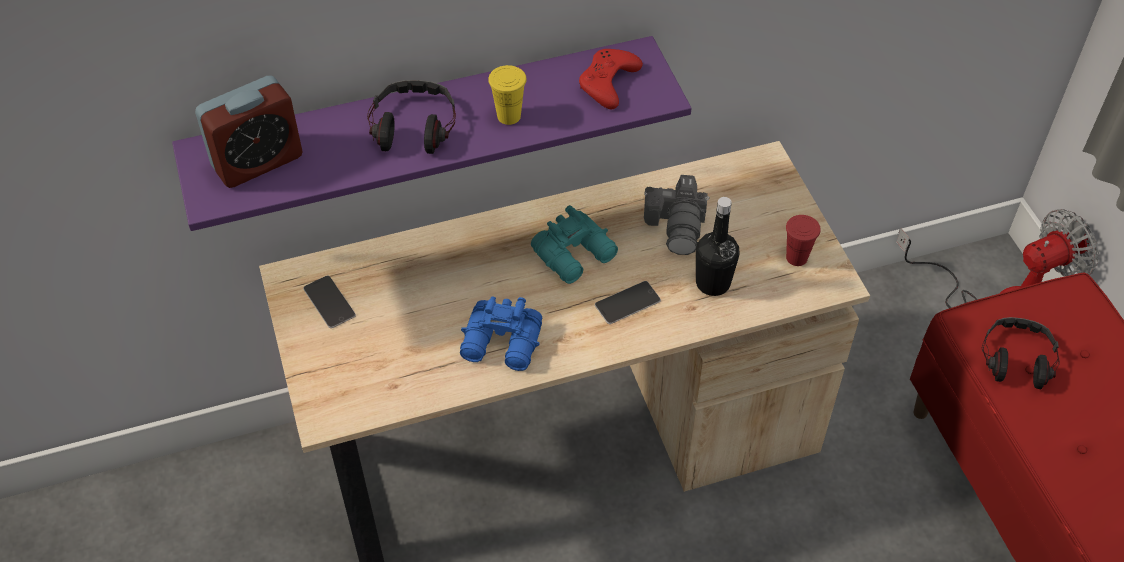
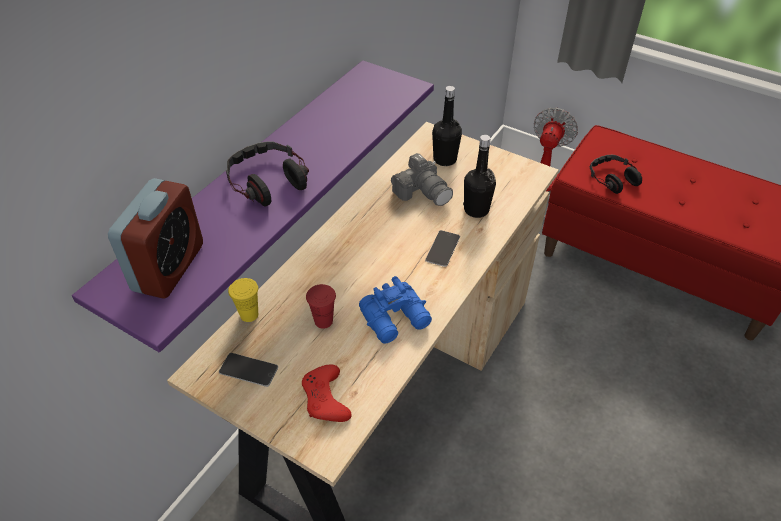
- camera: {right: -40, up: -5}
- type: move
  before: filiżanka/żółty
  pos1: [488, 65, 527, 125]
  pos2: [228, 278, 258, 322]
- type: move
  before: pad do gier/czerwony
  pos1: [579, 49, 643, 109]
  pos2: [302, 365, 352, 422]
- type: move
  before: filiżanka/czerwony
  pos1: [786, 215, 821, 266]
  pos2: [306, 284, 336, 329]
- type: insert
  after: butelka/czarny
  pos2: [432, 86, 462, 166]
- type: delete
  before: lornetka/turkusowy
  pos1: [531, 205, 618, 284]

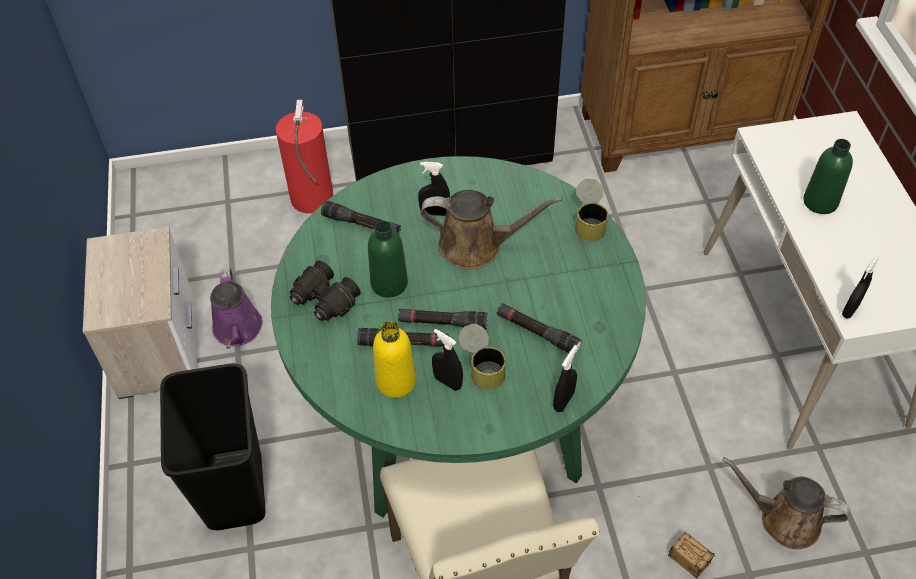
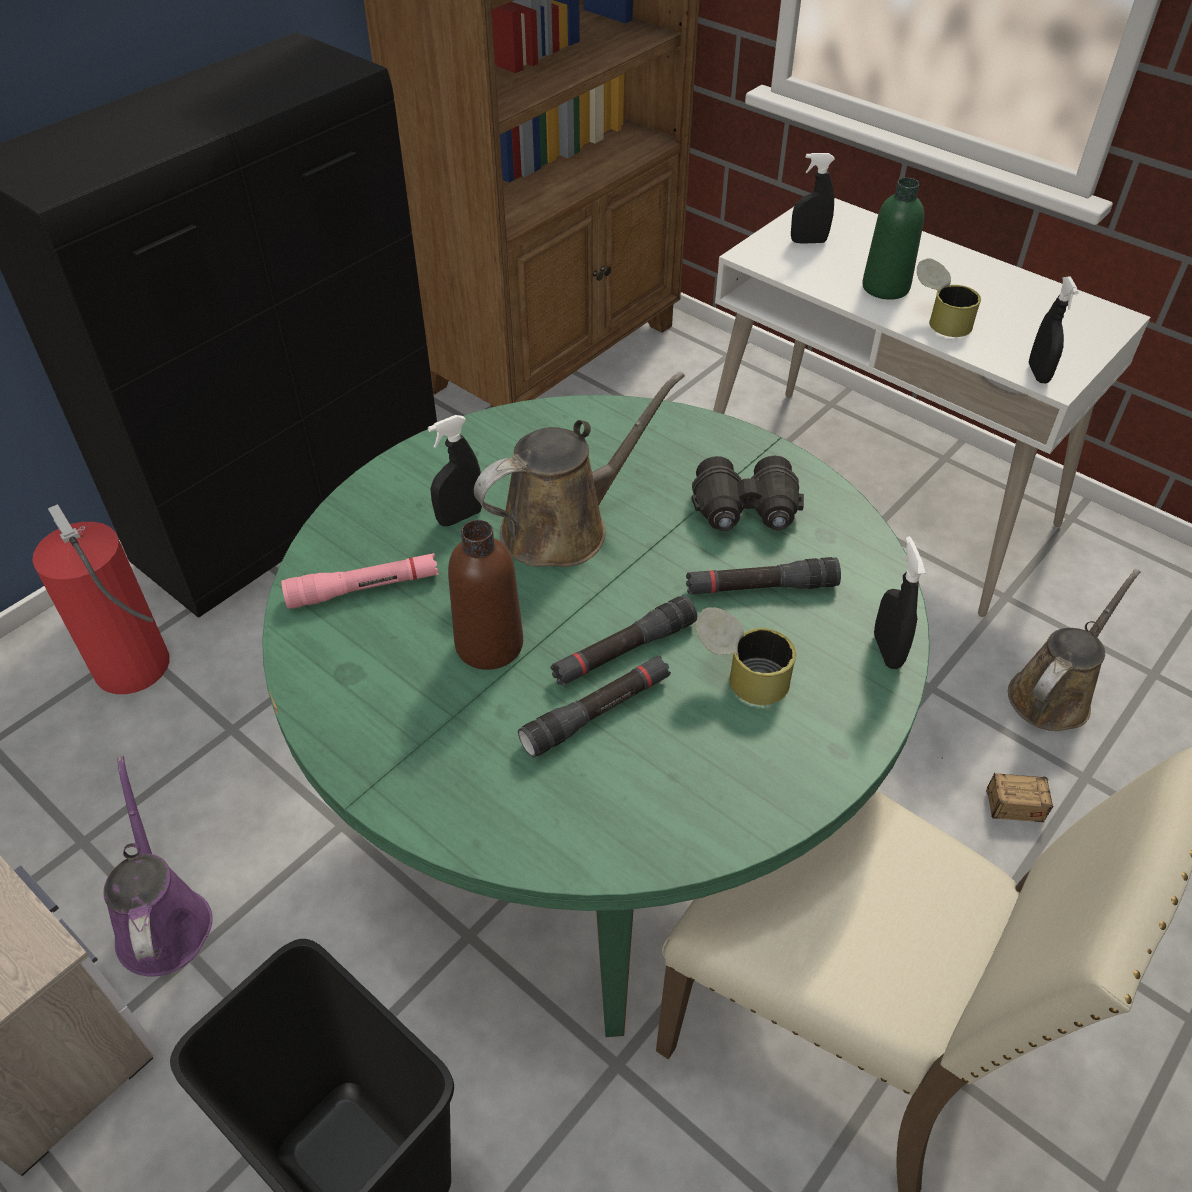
- camera: {right: -40, up: -5}
- type: rotate
  before: konewka/fioletowy
  pos1: [210, 268, 263, 349]
  pos2: [103, 756, 213, 977]
  turn: -150
- type: recolor
  before: latarka/czarny
  after: latarka/różowy
  pos1: [321, 201, 401, 234]
  pos2: [281, 553, 439, 609]
- type: recolor
  before: butelka/zielony
  after: butelka/brązowy
  pos1: [368, 221, 408, 298]
  pos2: [448, 520, 523, 670]
- type: move
  before: lornetka/czarny
  pos1: [290, 260, 360, 321]
  pos2: [692, 456, 804, 531]
- type: move
  before: spryskiwacz/czarny
  pos1: [432, 329, 463, 391]
  pos2: [791, 153, 835, 244]
- type: move
  before: puszka
  pos1: [575, 179, 609, 242]
  pos2: [917, 258, 981, 337]
- type: rotate
  before: konewka/brązowy
  pos1: [723, 457, 850, 549]
  pos2: [1008, 569, 1141, 731]
  turn: 150
- type: delete
  before: butelka/żółty
  pos1: [373, 321, 416, 398]

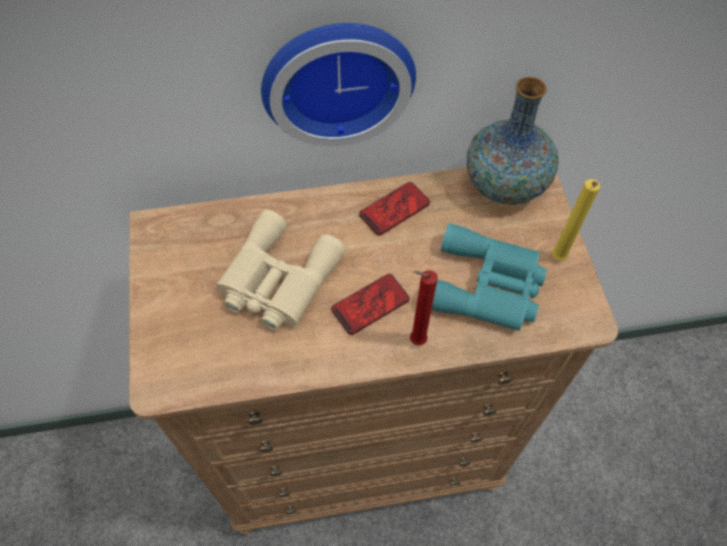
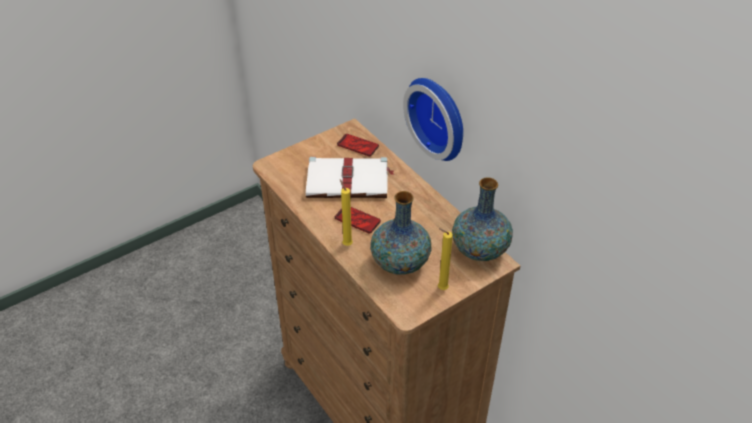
- camera: {right: 65, up: -15}
- type: replace
  before: lornetka/beżowy
  after: książka/biały
  pos1: [216, 210, 346, 330]
  pos2: [306, 157, 394, 198]
- type: move
  before: telefon
  pos1: [359, 182, 430, 236]
  pos2: [337, 134, 379, 156]
- type: recolor
  before: świeca/czerwony
  after: świeca/żółty
  pos1: [410, 270, 438, 345]
  pos2: [340, 179, 353, 246]
- type: replace
  before: lornetka/turkusowy
  after: wazon
  pos1: [432, 223, 547, 331]
  pos2: [371, 191, 431, 275]

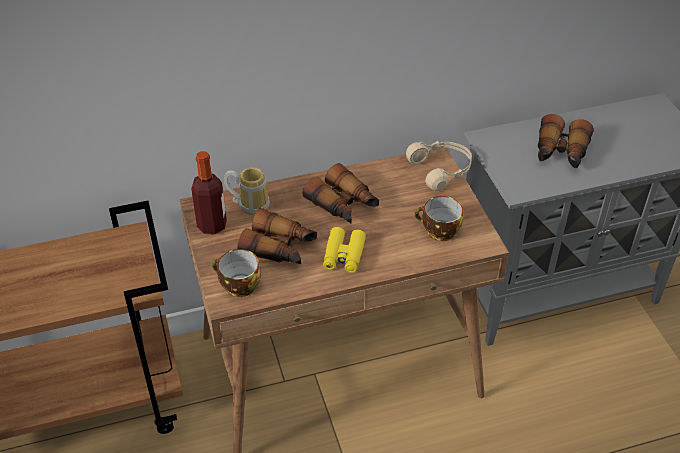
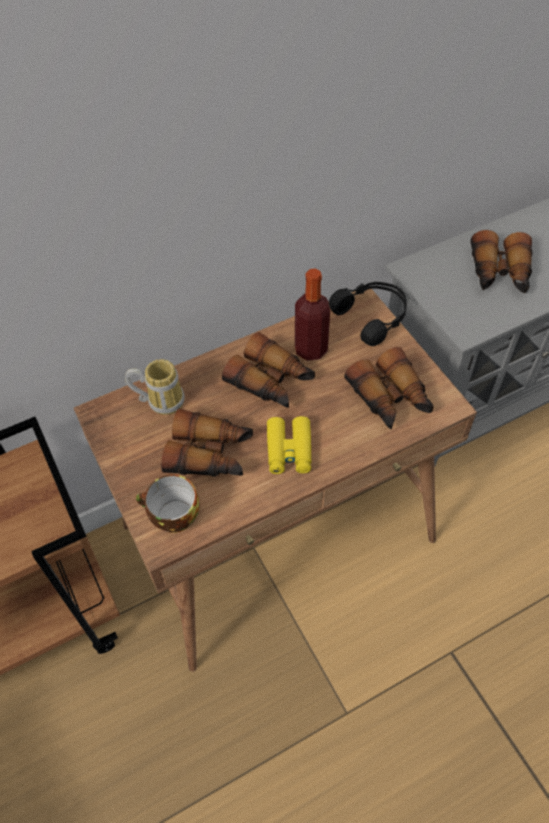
- camera: {right: -10, up: 10}
- type: move
  before: butelka
  pos1: [191, 151, 227, 235]
  pos2: [295, 268, 330, 361]
- type: recolor
  before: słuchawki/beżowy
  after: słuchawki/czarny
  pos1: [406, 141, 472, 191]
  pos2: [329, 282, 407, 346]
- type: replace
  before: filiżanka
  after: lornetka
  pos1: [414, 196, 463, 241]
  pos2: [344, 347, 433, 429]

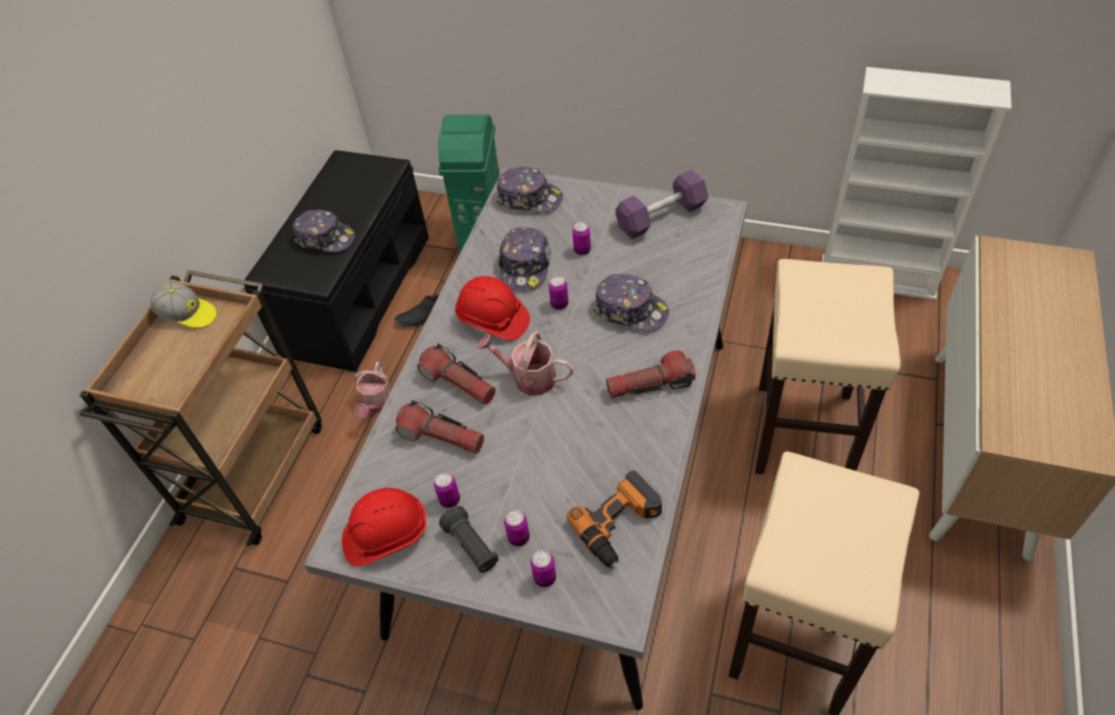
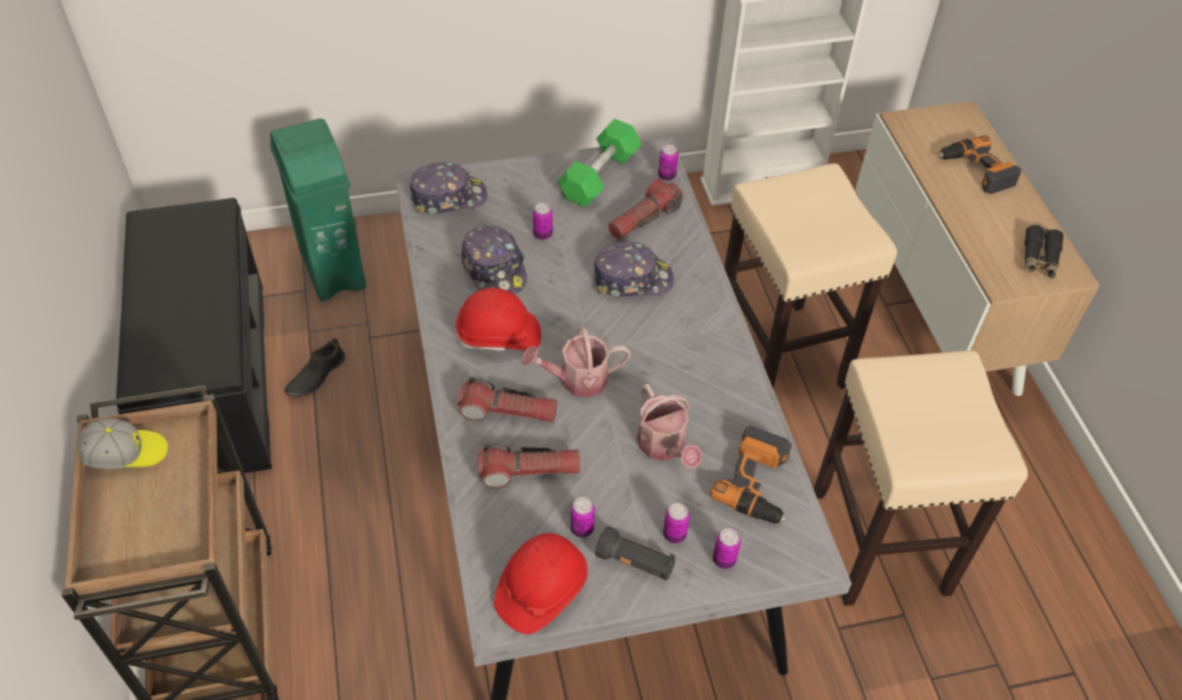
- camera: {right: -35, up: 0}
- type: recolor
  before: hantel/fioletowy
  after: hantel/zielony
  pos1: [616, 169, 708, 239]
  pos2: [557, 119, 642, 208]
- type: move
  before: latarka
  pos1: [606, 350, 695, 398]
  pos2: [608, 179, 683, 239]
- type: move
  before: konewka
  pos1: [354, 362, 391, 419]
  pos2: [637, 384, 702, 468]
- type: move
  before: puszka
  pos1: [549, 276, 569, 310]
  pos2: [658, 145, 678, 181]
- type: insert
  after: wiertarka
  pos2: [938, 135, 1022, 194]
- type: insert
  after: lornetka/czarny
  pos2: [1025, 225, 1064, 279]
- type: delete
  before: czapka z daszkiem
  pos1: [293, 209, 355, 252]

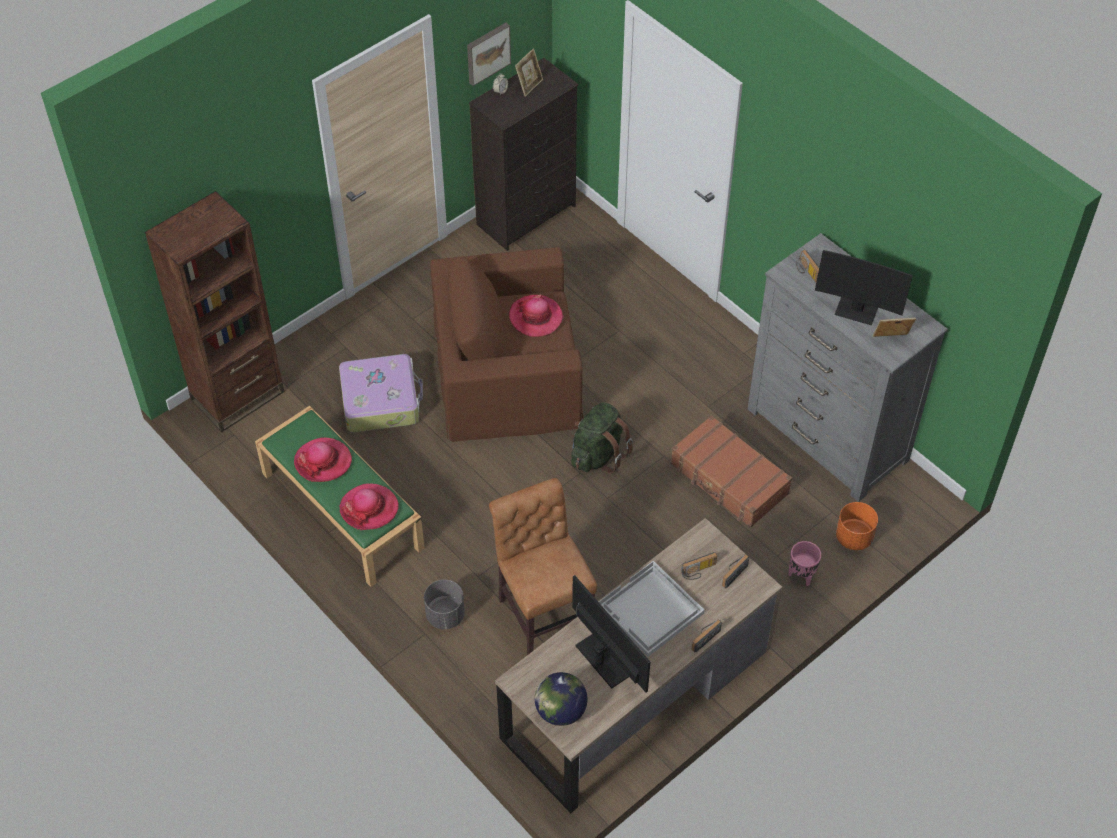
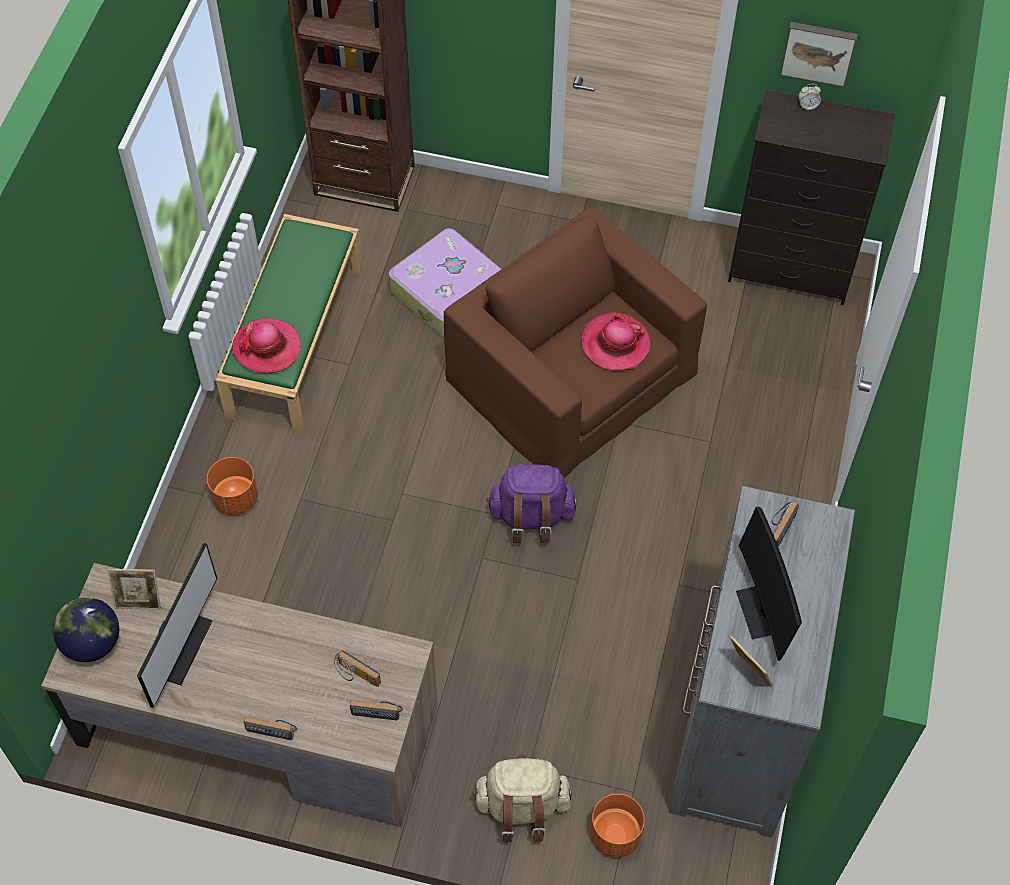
- camera: {right: 55, up: 5}
- type: move
  before: ramka na zdjęcie
  pos1: [515, 49, 543, 97]
  pos2: [108, 569, 161, 609]
- type: recolor
  before: donica/szary
  after: donica/pomarańczowy
  pos1: [424, 580, 465, 629]
  pos2: [207, 457, 258, 515]
- type: replace
  before: donica/różowy
  after: plecak/beżowy
  pos1: [788, 541, 821, 586]
  pos2: [472, 753, 572, 842]
- type: recolor
  before: plecak/zielony
  after: plecak/fioletowy
  pos1: [571, 402, 633, 473]
  pos2: [486, 464, 577, 543]
- type: delete
  before: kapelusz
  pos1: [294, 437, 352, 482]
- type: delete
  before: krzesło/brązowy
  pos1: [489, 478, 597, 655]
- type: delete
  before: taca/biały
  pos1: [599, 561, 704, 657]
- type: delete
  before: walizka/brązowy
  pos1: [671, 415, 792, 528]

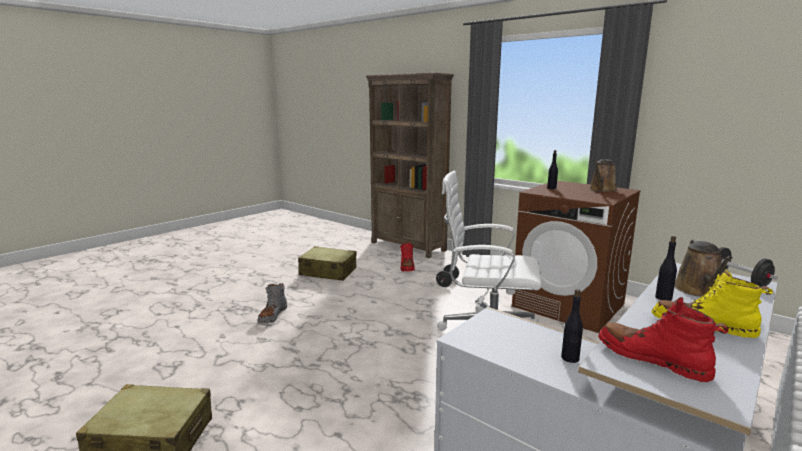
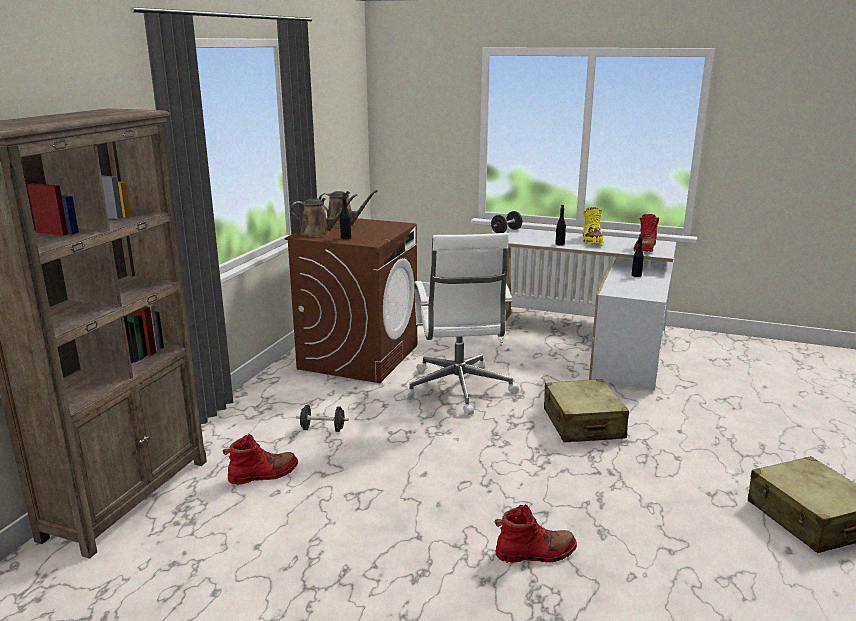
- camera: {right: -110, up: 5}
- type: move
  before: konewka/brązowy
  pos1: [674, 240, 733, 297]
  pos2: [290, 194, 357, 237]
- type: recolor
  before: but z cholewką/szary
  after: but z cholewką/czerwony
  pos1: [258, 283, 287, 323]
  pos2: [494, 504, 577, 563]
- type: move
  before: walizka/beżowy
  pos1: [298, 246, 357, 281]
  pos2: [544, 379, 629, 442]

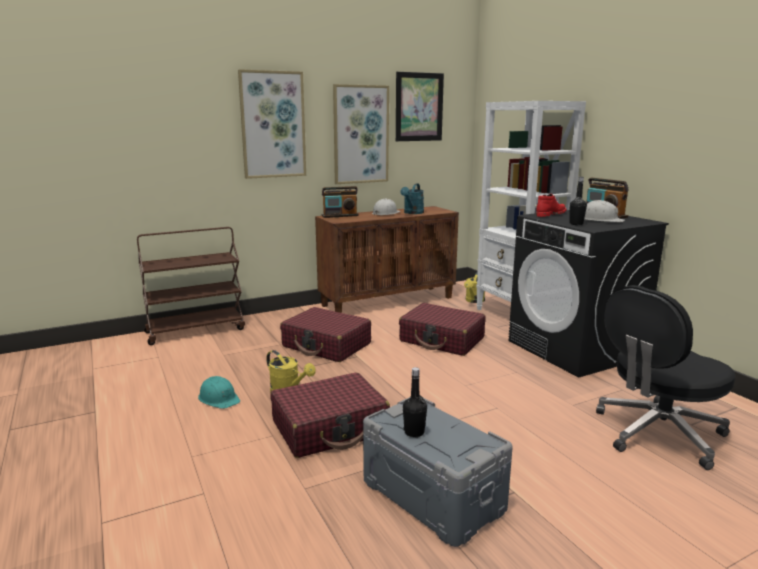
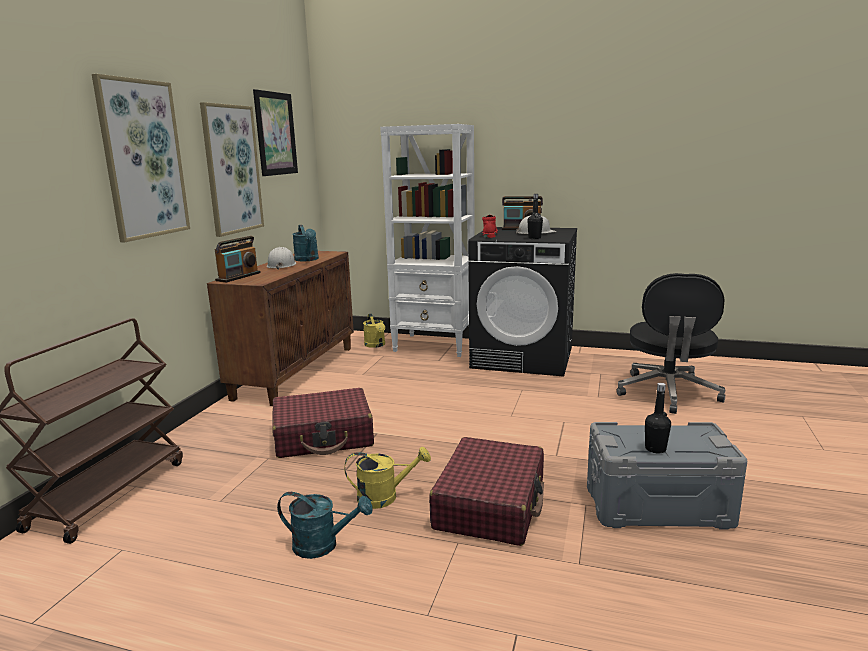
- camera: {right: -45, up: 0}
- type: replace
  before: kask/turkusowy
  after: konewka/turkusowy
  pos1: [198, 376, 240, 409]
  pos2: [277, 492, 373, 559]
- type: delete
  before: walizka/czerwony
  pos1: [399, 303, 486, 356]

